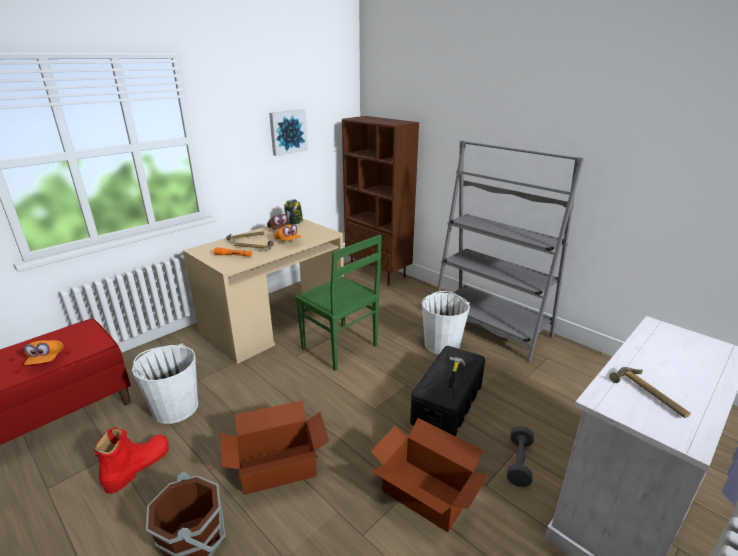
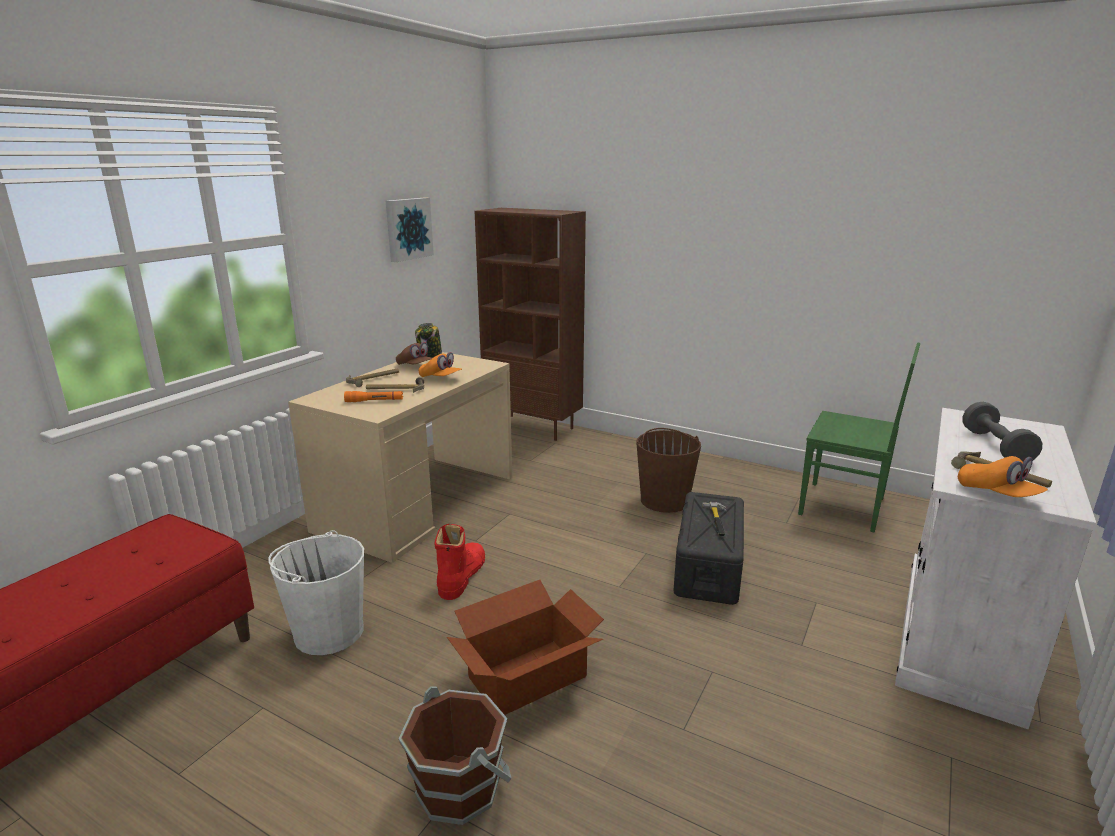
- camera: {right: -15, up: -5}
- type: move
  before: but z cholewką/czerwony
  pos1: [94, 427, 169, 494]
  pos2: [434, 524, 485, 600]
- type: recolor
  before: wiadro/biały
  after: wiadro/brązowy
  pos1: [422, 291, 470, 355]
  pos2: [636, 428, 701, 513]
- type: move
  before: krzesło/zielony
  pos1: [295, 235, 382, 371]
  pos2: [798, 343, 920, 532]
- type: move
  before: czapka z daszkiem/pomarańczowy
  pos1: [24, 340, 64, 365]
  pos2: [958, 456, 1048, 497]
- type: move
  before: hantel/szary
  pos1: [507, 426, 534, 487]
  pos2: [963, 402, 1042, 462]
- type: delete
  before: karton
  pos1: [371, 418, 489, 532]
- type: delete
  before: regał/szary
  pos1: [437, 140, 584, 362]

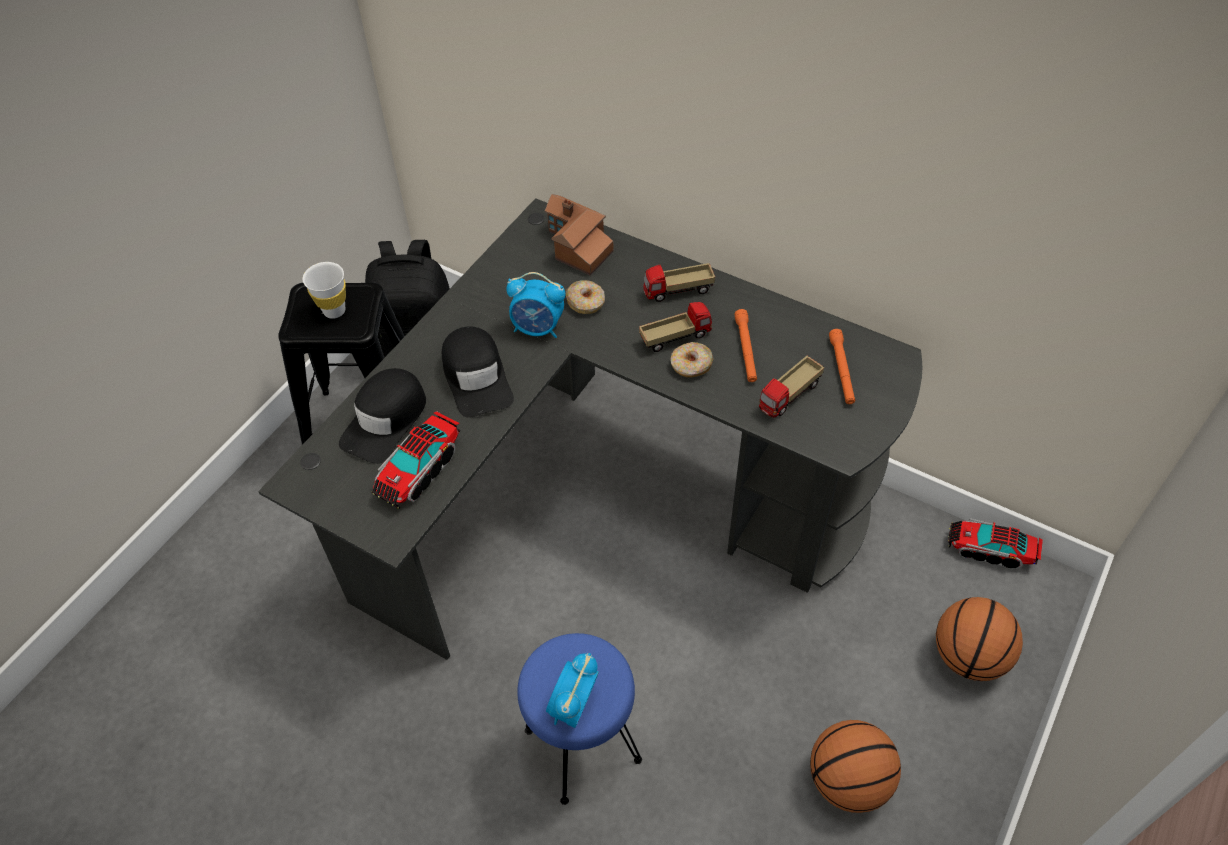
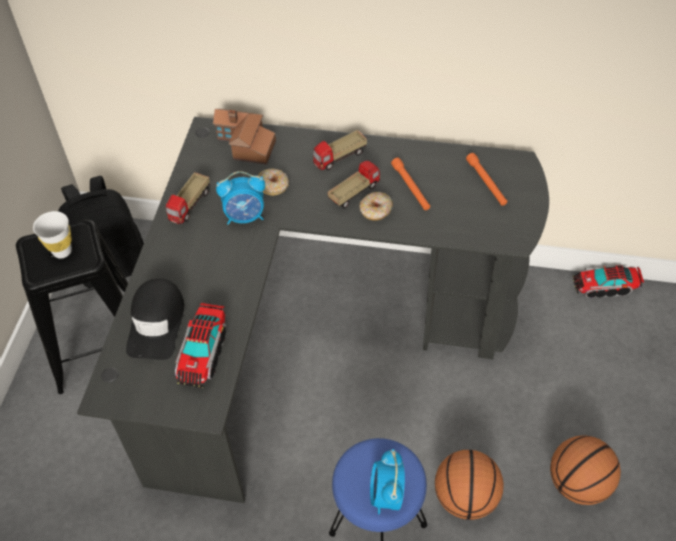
- camera: {right: -20, up: 0}
- type: move
  before: ciężarówka zabawkowa
  pos1: [759, 356, 824, 418]
  pos2: [166, 172, 210, 224]
- type: move
  before: piłka do koszykówki
  pos1: [936, 597, 1023, 681]
  pos2: [435, 450, 504, 520]
- type: delete
  before: czapka z daszkiem/czarny
  pos1: [442, 326, 514, 418]

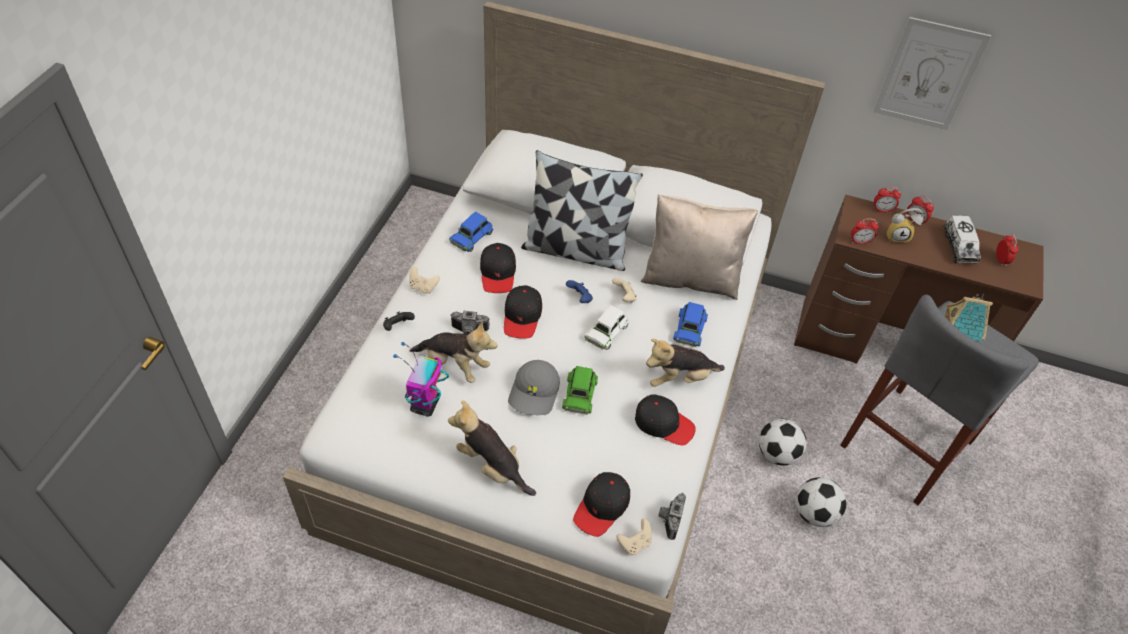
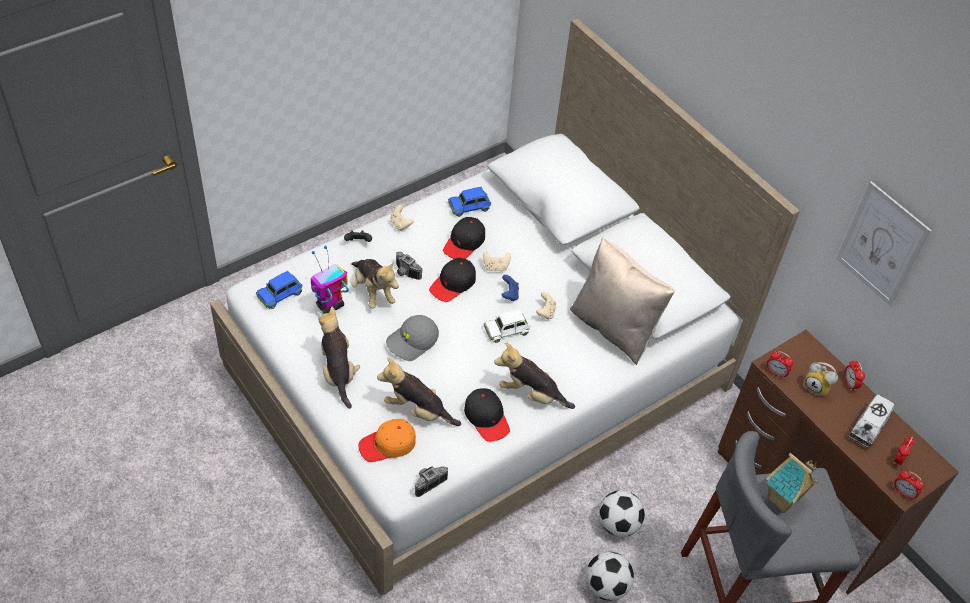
- camera: {right: 35, up: 0}
- type: move
  before: samochodzik/niebieski
  pos1: [673, 302, 708, 347]
  pos2: [256, 271, 302, 309]
- type: recolor
  before: czapka z daszkiem/czarny
  after: czapka z daszkiem/pomarańczowy
  pos1: [573, 472, 630, 537]
  pos2: [359, 419, 416, 462]
- type: insert
  after: pluszak
  pos2: [377, 358, 461, 426]
- type: move
  before: pad do gier/beżowy
  pos1: [616, 519, 652, 555]
  pos2: [483, 251, 511, 272]
- type: move
  before: budzik
  pos1: [874, 186, 901, 212]
  pos2: [894, 471, 924, 500]
- type: delete
  before: poduszka
  pos1: [521, 150, 643, 271]
- type: delete
  before: samochodzik/zielony
  pos1: [562, 366, 598, 415]

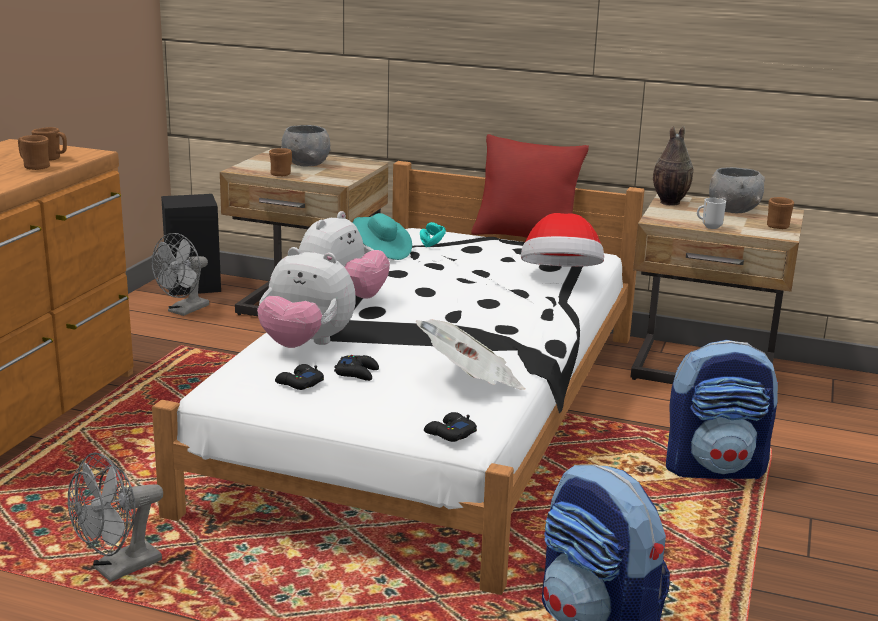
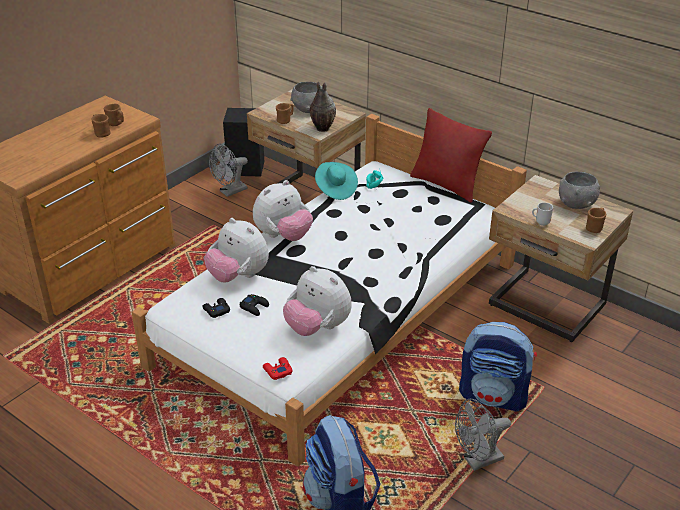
- camera: {right: 20, up: 15}
- type: recolor
  before: pad do gier/czarny
  after: pad do gier/czerwony
  pos1: [424, 412, 477, 442]
  pos2: [263, 357, 293, 380]
- type: replace
  before: gazeta
  after: pluszak
  pos1: [416, 319, 526, 390]
  pos2: [283, 266, 352, 336]
- type: move
  before: wazon
  pos1: [653, 126, 693, 206]
  pos2: [310, 82, 336, 132]
- type: move
  before: wentylator/szary
  pos1: [68, 452, 163, 582]
  pos2: [455, 399, 511, 471]
- type: delete
  before: kapelusz
  pos1: [521, 213, 604, 267]

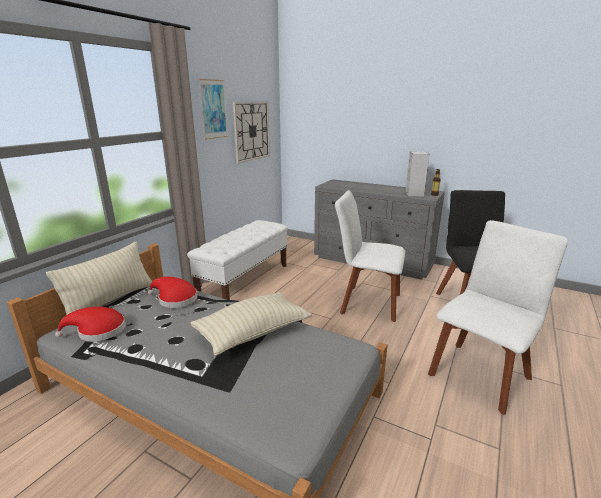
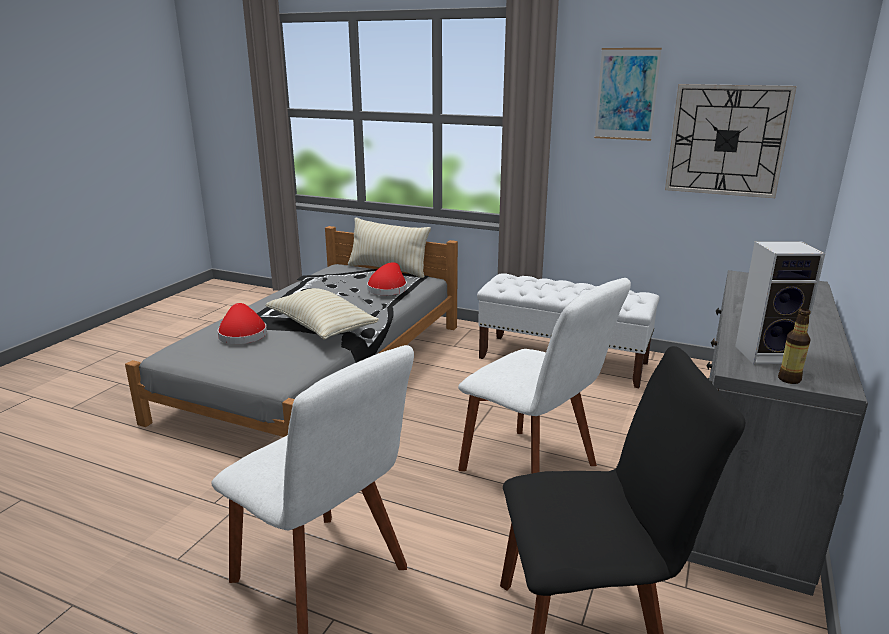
- camera: {right: 85, up: 0}
- type: move
  before: kapelusz/czerwony
  pos1: [55, 307, 126, 342]
  pos2: [218, 303, 267, 344]
- type: rotate
  before: krzesło/biały
  pos1: [335, 190, 405, 322]
  pos2: [458, 278, 631, 474]
  turn: 120

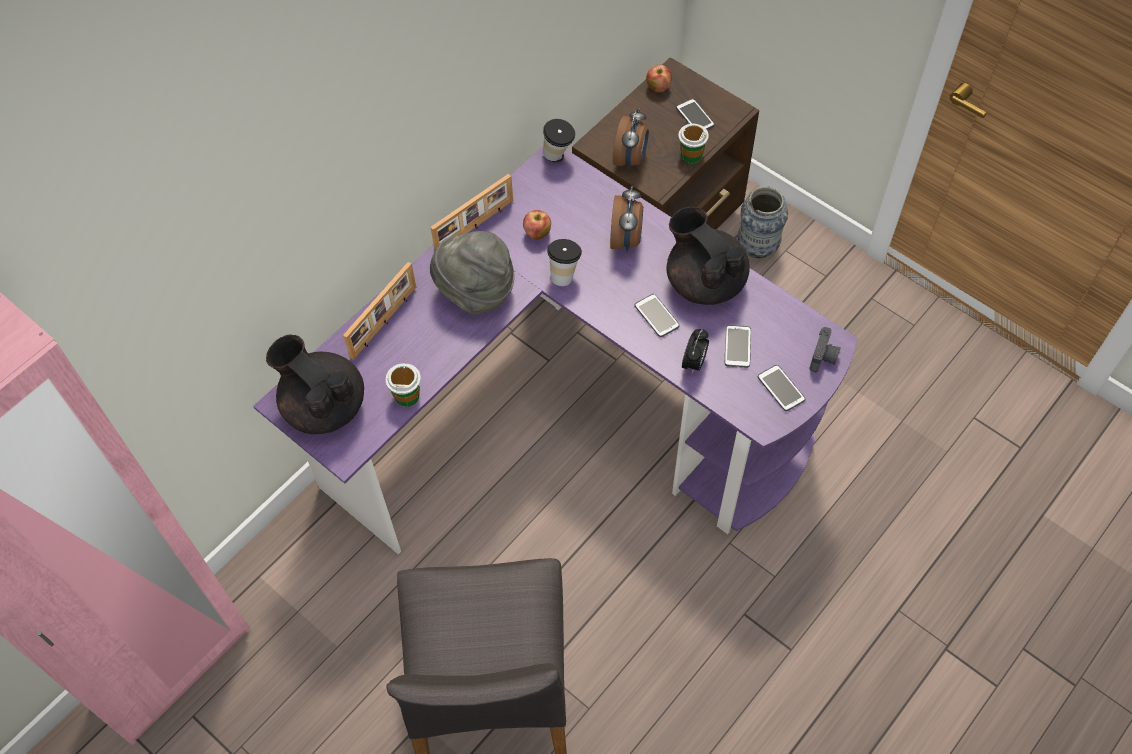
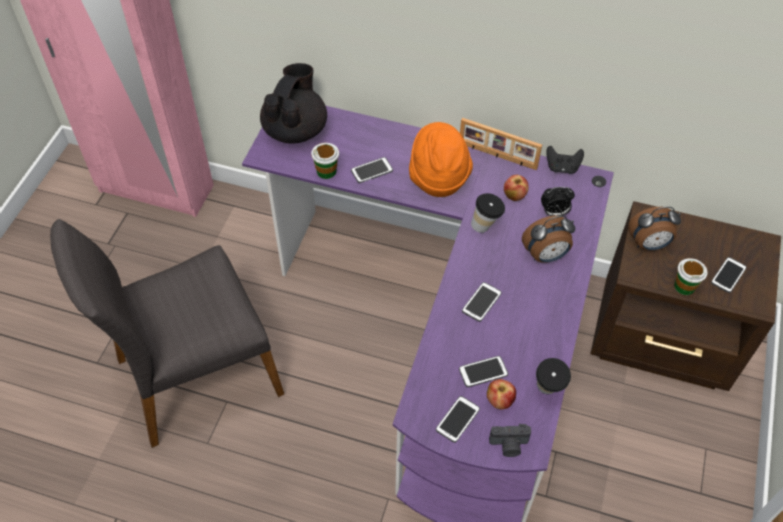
- camera: {right: 65, up: -5}
- type: insert
  after: telefon
  pos2: [351, 157, 393, 183]
- type: recolor
  before: kapelusz/szary
  after: kapelusz/pomarańczowy
  pos1: [430, 231, 515, 315]
  pos2: [409, 122, 473, 197]
- type: move
  before: jabłko
  pos1: [646, 65, 672, 92]
  pos2: [487, 379, 516, 409]
- type: move
  before: filiżanka
  pos1: [543, 119, 575, 161]
  pos2: [536, 358, 571, 394]
- type: move
  before: budzik
  pos1: [682, 329, 709, 373]
  pos2: [541, 187, 575, 216]
- type: insert
  after: pad do gier/czarny
  pos2: [547, 146, 584, 174]
- type: delete
  before: ramka na zdjęcie
  pos1: [343, 262, 416, 360]
- type: delete
  before: imbryk/czarny
  pos1: [666, 207, 750, 305]
- type: delete
  before: wazon
  pos1: [738, 186, 788, 258]

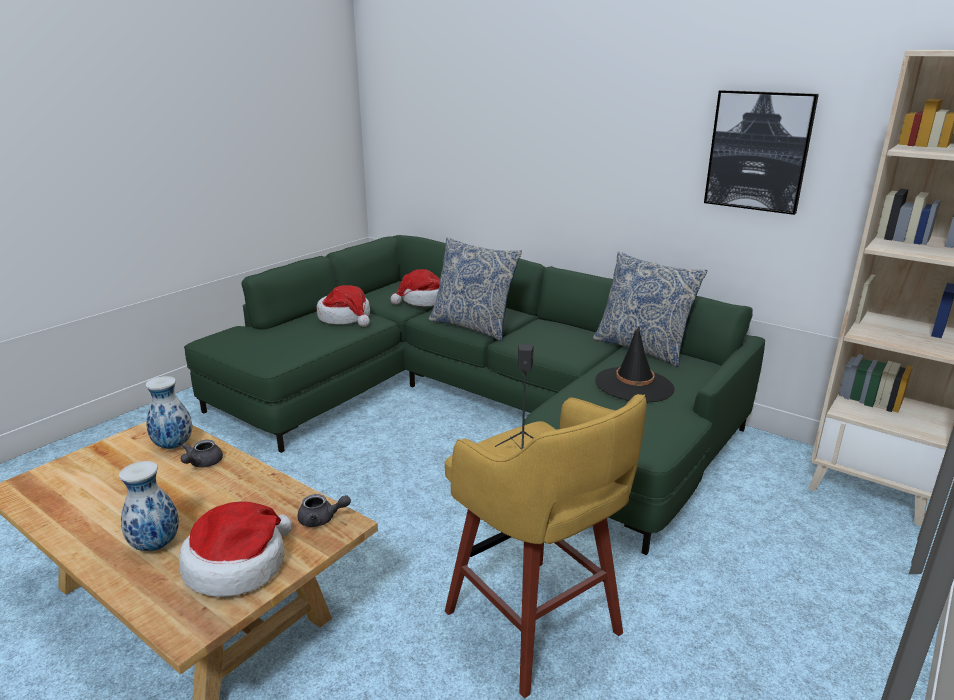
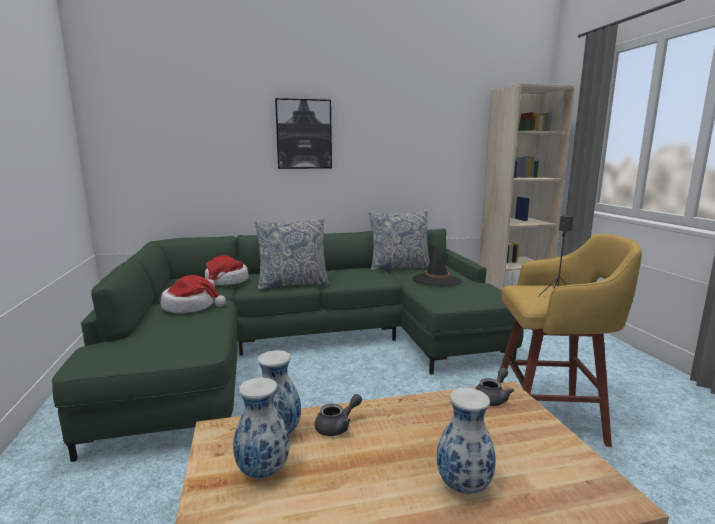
- camera: {right: -50, up: -10}
- type: insert
  after: wazon
  pos2: [233, 378, 290, 479]
- type: move
  before: obraz
  pos1: [704, 90, 819, 215]
  pos2: [275, 98, 332, 169]
- type: rotate
  before: imbryk/szary
  pos1: [181, 440, 223, 467]
  pos2: [315, 394, 362, 436]
  turn: -90
- type: delete
  before: kapelusz
  pos1: [179, 501, 292, 597]

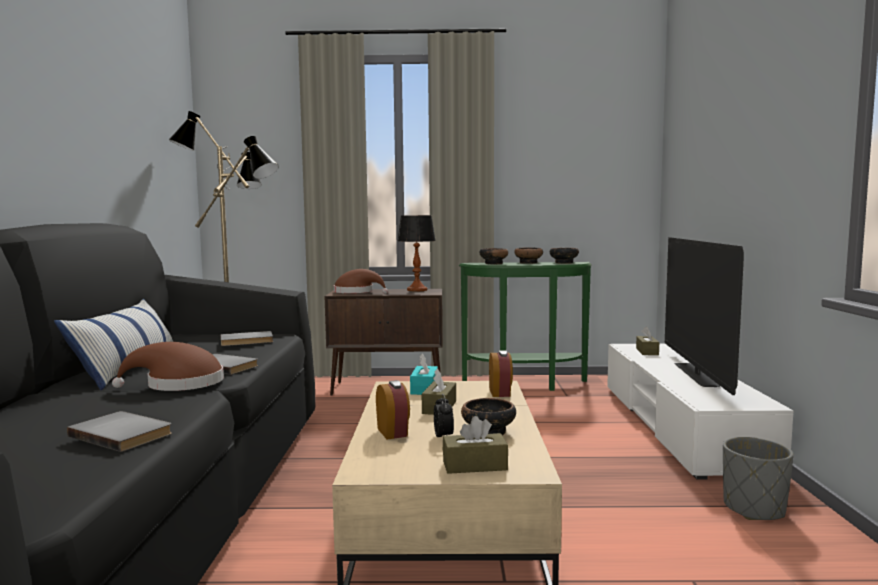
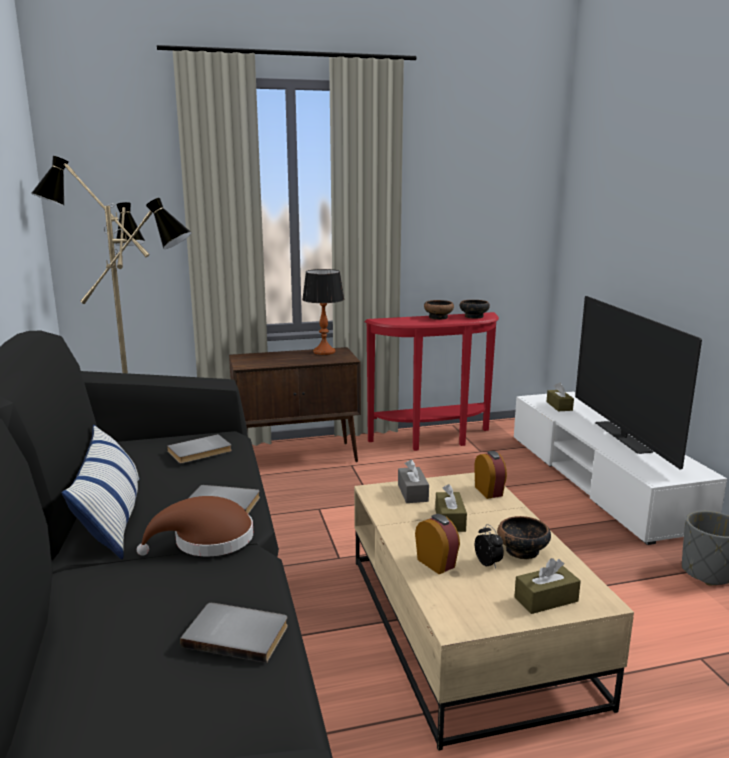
- camera: {right: -15, up: 10}
- type: recolor
  before: stolik konsolowy/zielony
  after: stolik konsolowy/czerwony
  pos1: [459, 262, 592, 391]
  pos2: [364, 312, 499, 451]
- type: recolor
  before: pudełko chusteczek/turkusowy
  after: pudełko chusteczek/szary
  pos1: [410, 354, 438, 395]
  pos2: [398, 459, 429, 503]
- type: delete
  before: kapelusz/brązowy
  pos1: [334, 269, 388, 294]
- type: delete
  before: miska
  pos1: [479, 248, 508, 264]

